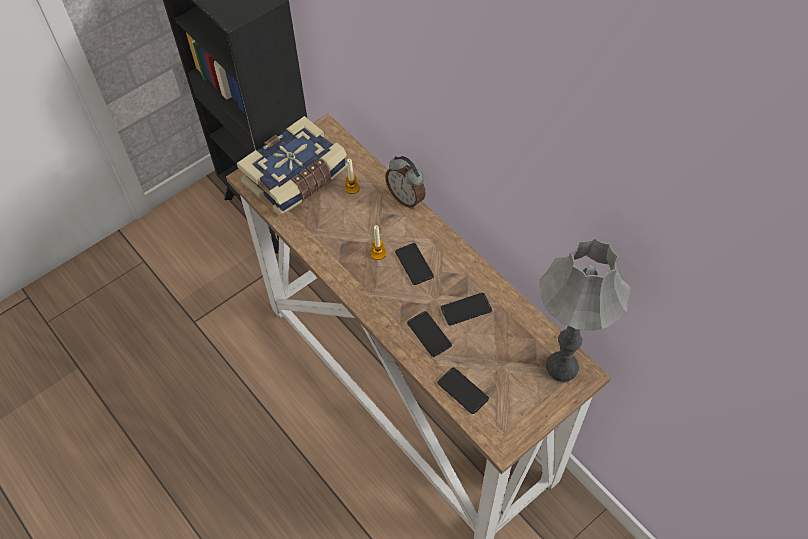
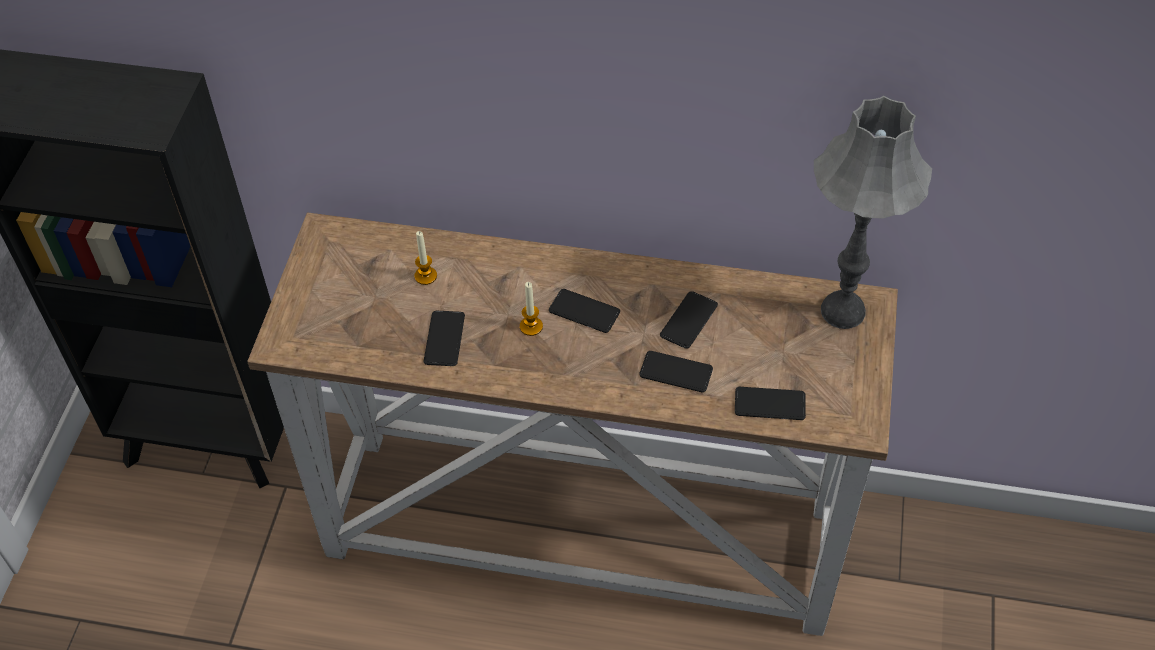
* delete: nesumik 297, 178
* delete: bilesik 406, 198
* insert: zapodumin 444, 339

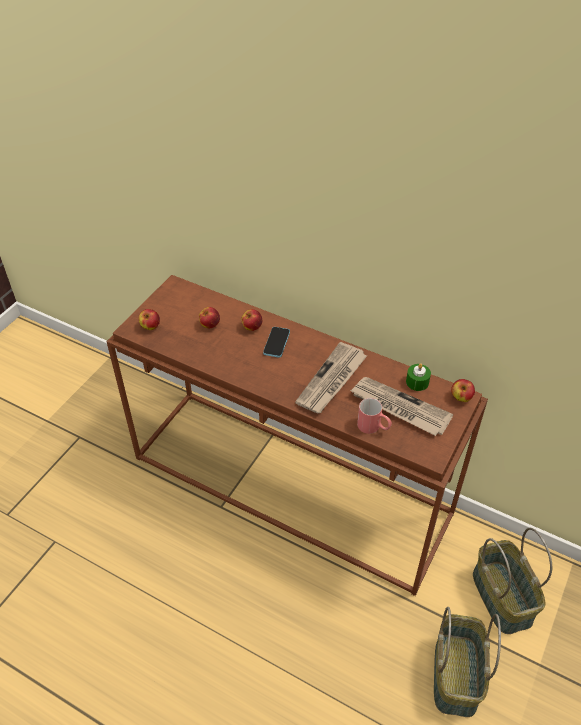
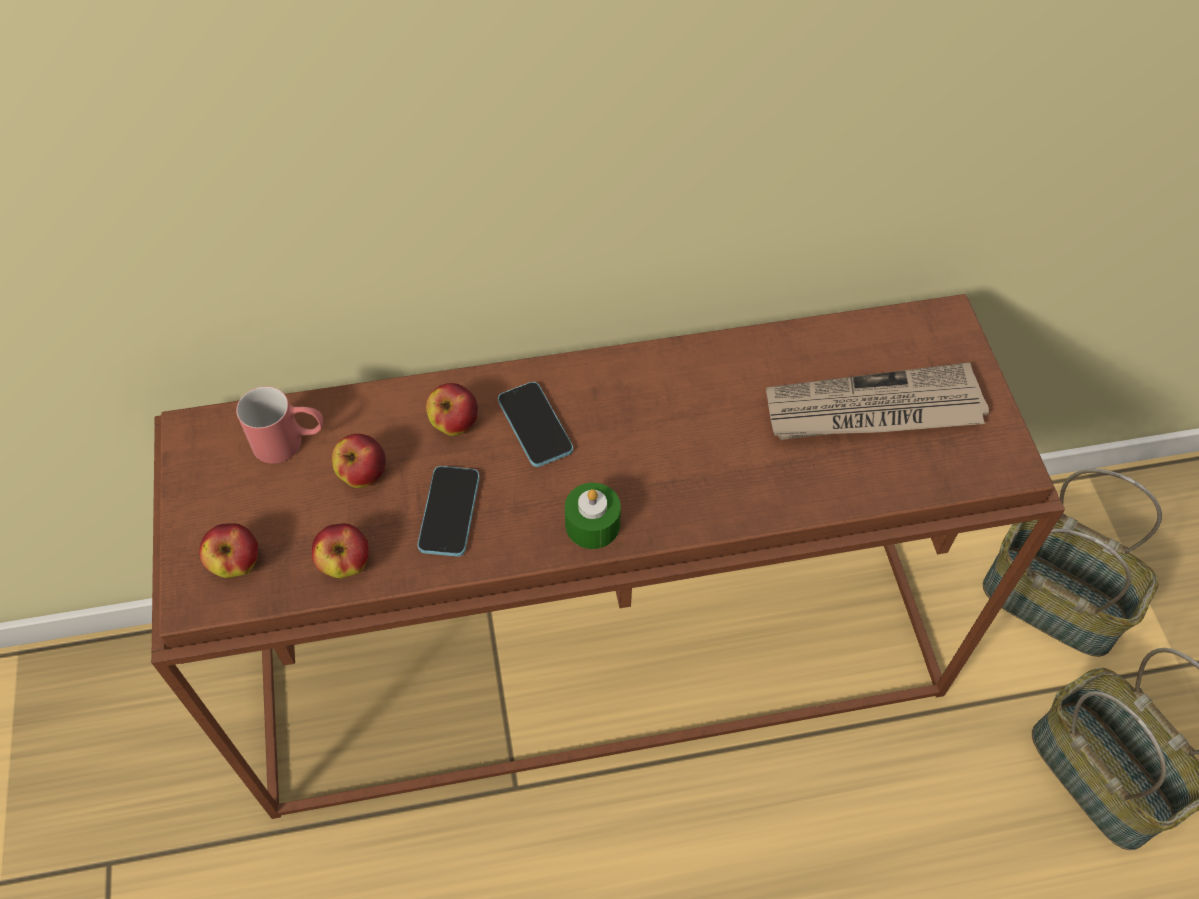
* delete: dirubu 332, 380
* insert: zapodumin 449, 512
* move: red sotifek 373, 427 to 290, 442
* move: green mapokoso 417, 382 to 592, 524
* move: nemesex 461, 398 to 345, 564

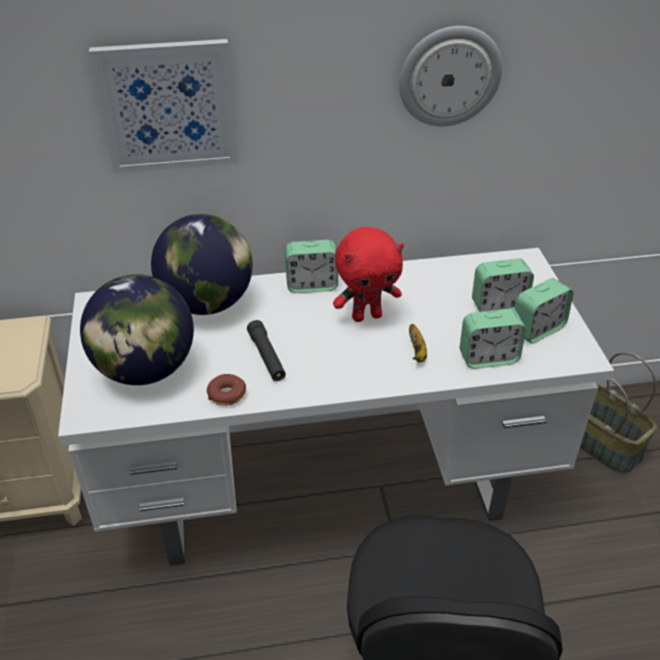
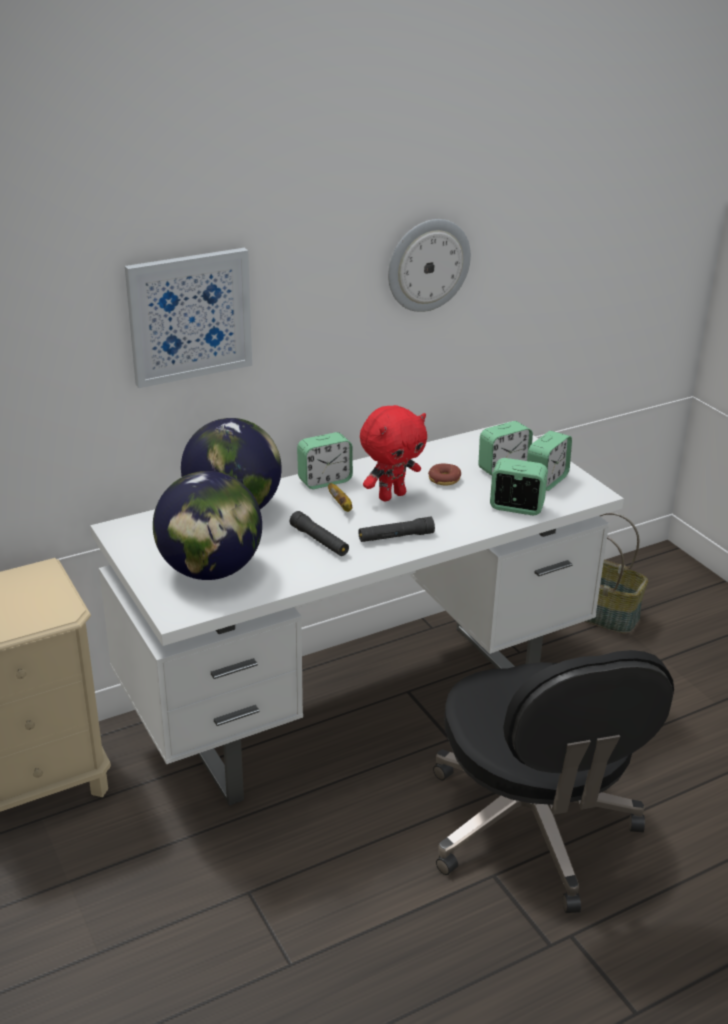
* insert: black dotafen 395, 537
* move: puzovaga 226, 394 to 444, 479
* move: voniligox 417, 352 to 341, 506
* rotate: bilesik 488, 358 = 516, 507 135 degrees counterclockwise

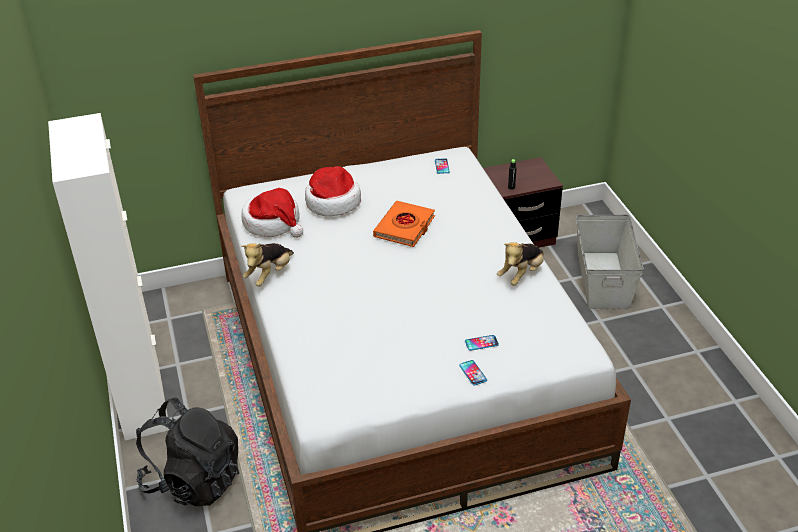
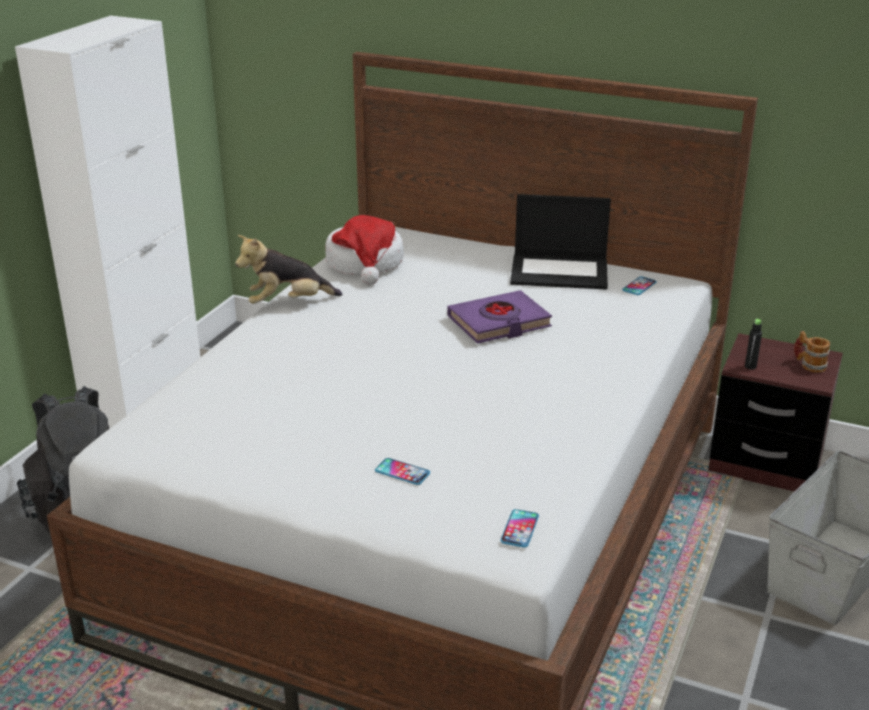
* delete: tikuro 332, 202
* delete: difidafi 521, 274
* insert: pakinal 560, 272
* insert: sotifek 809, 365
* move: zapodumin 473, 373 to 519, 529
* recolor: orange nesumik 405, 227 to purple nesumik 499, 323

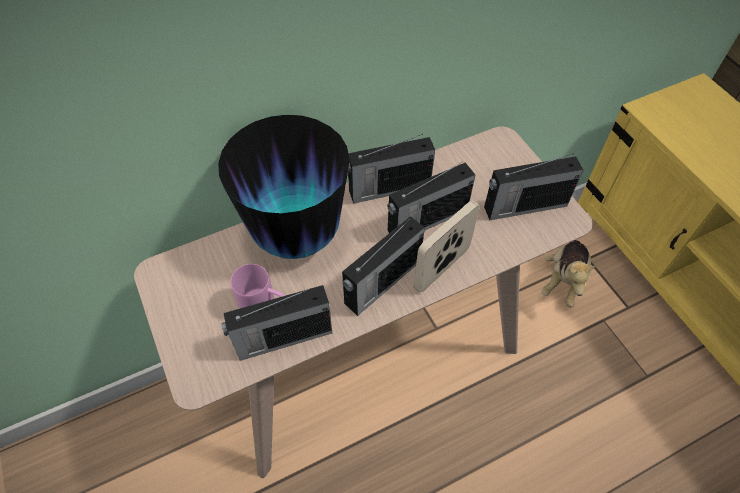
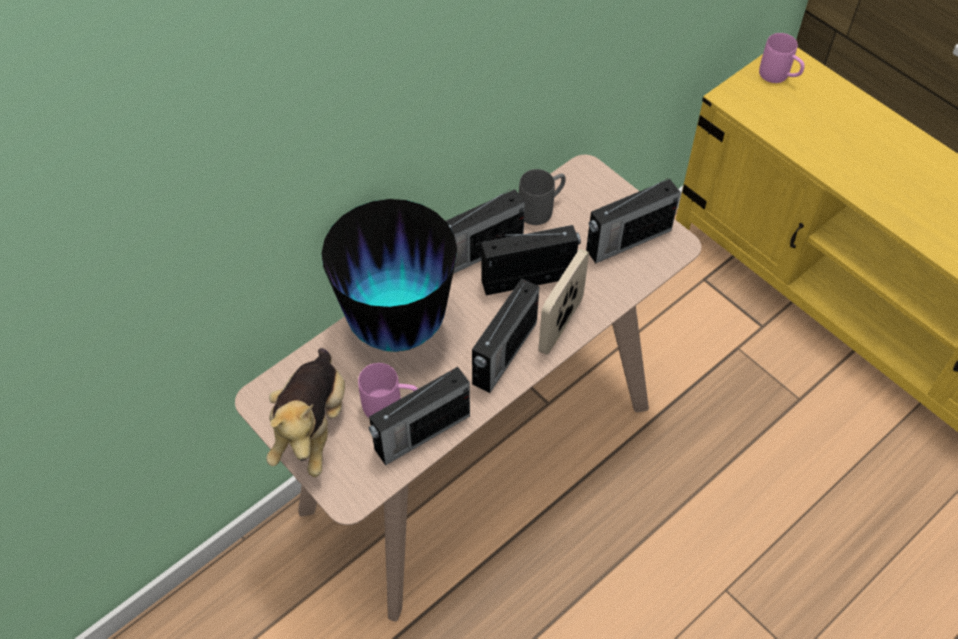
* insert: grey sotifek 542, 208
* insert: pink sotifek 779, 77
* move: difidafi 563, 279 to 312, 426
* rotate: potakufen 426, 221 = 529, 279 150 degrees counterclockwise

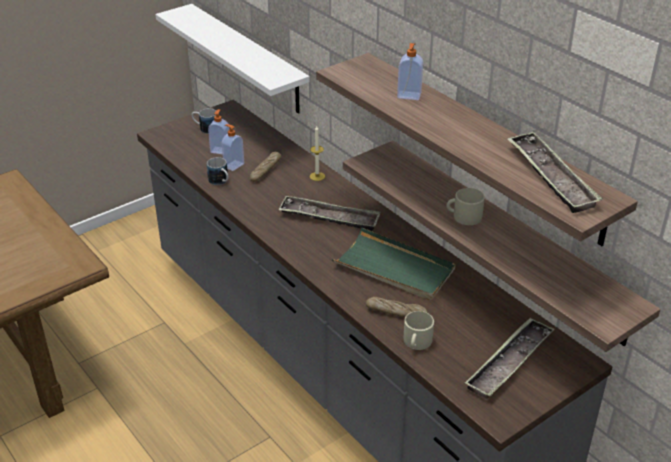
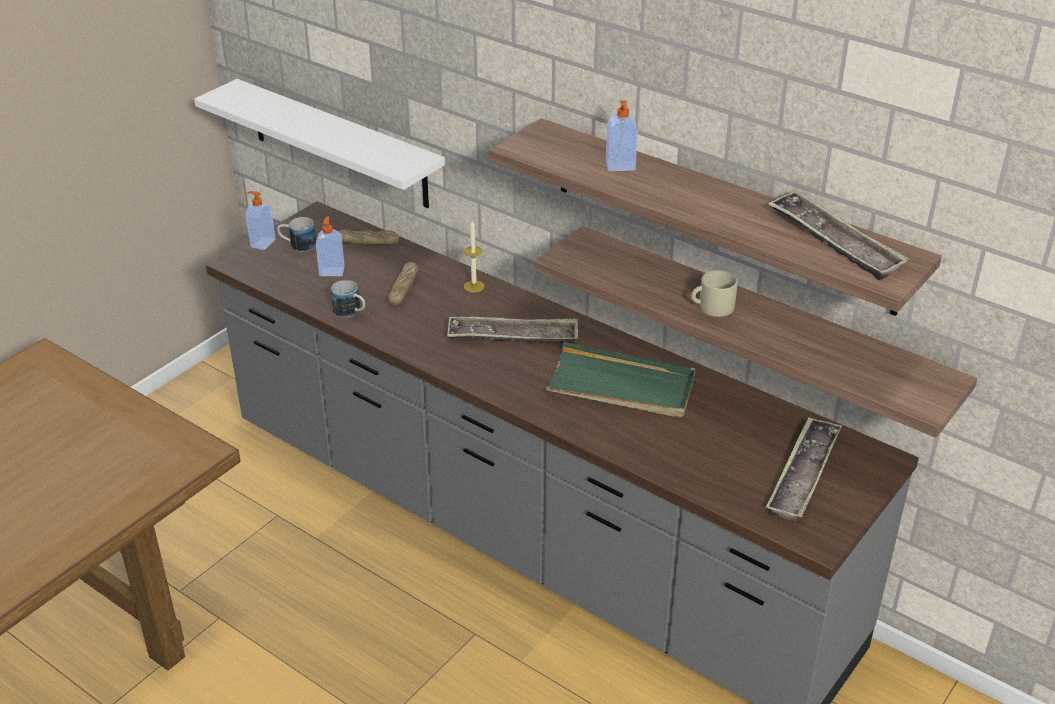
* delete: beige sotifek 416, 342
* move: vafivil 233, 165 to 262, 243
* move: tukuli 396, 312 to 367, 242

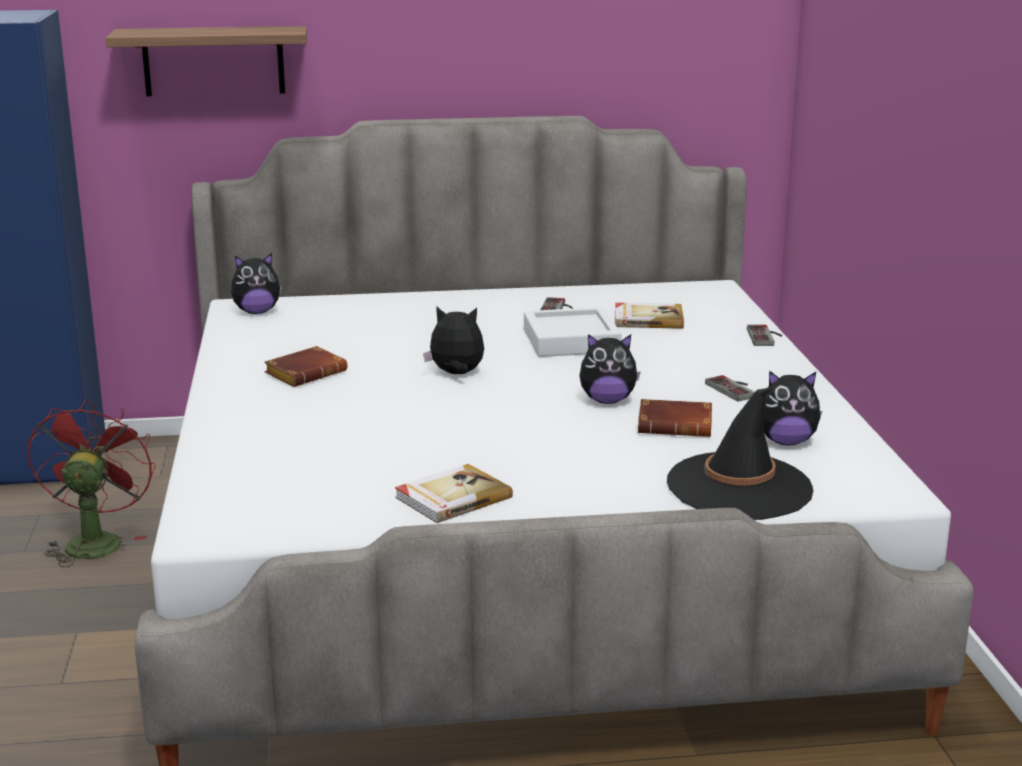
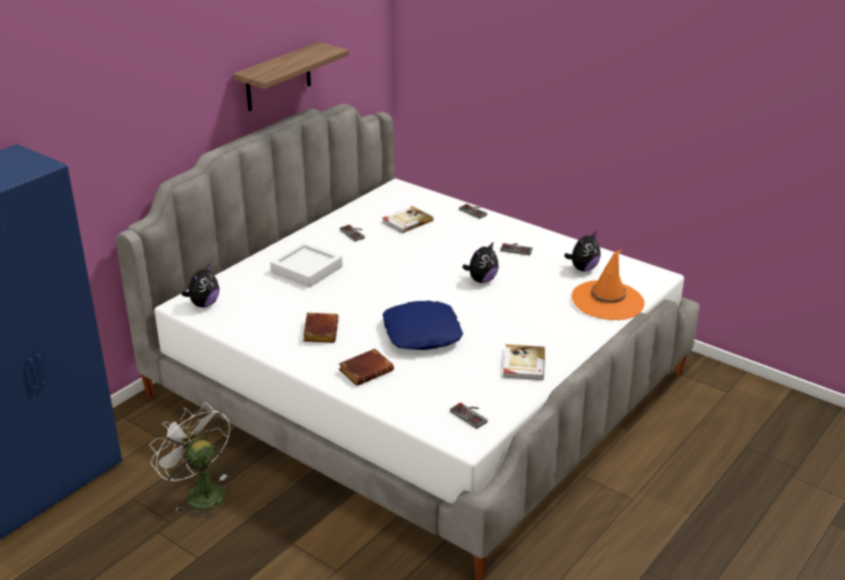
* delete: difidafi 456, 374
* insert: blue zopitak 421, 333
* insert: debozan 471, 415
* move: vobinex 213, 61 to 278, 77
* move: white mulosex 571, 341 to 307, 269
* move: brown nesumik 677, 425 to 366, 370
* recolor: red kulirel 95, 541 to white kulirel 199, 493
* recolor: black tikuro 739, 487 to orange tikuro 607, 301

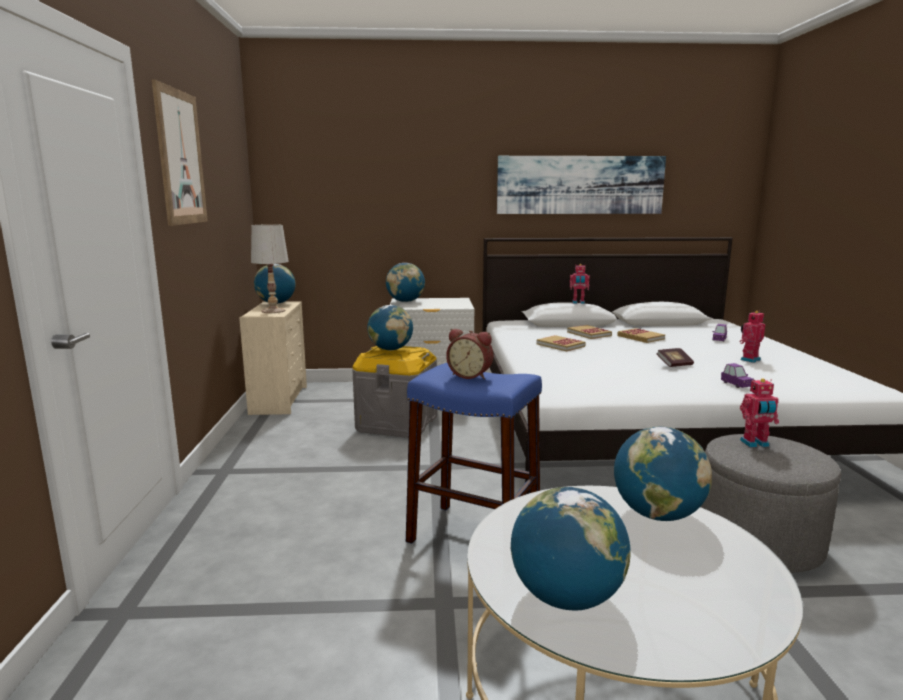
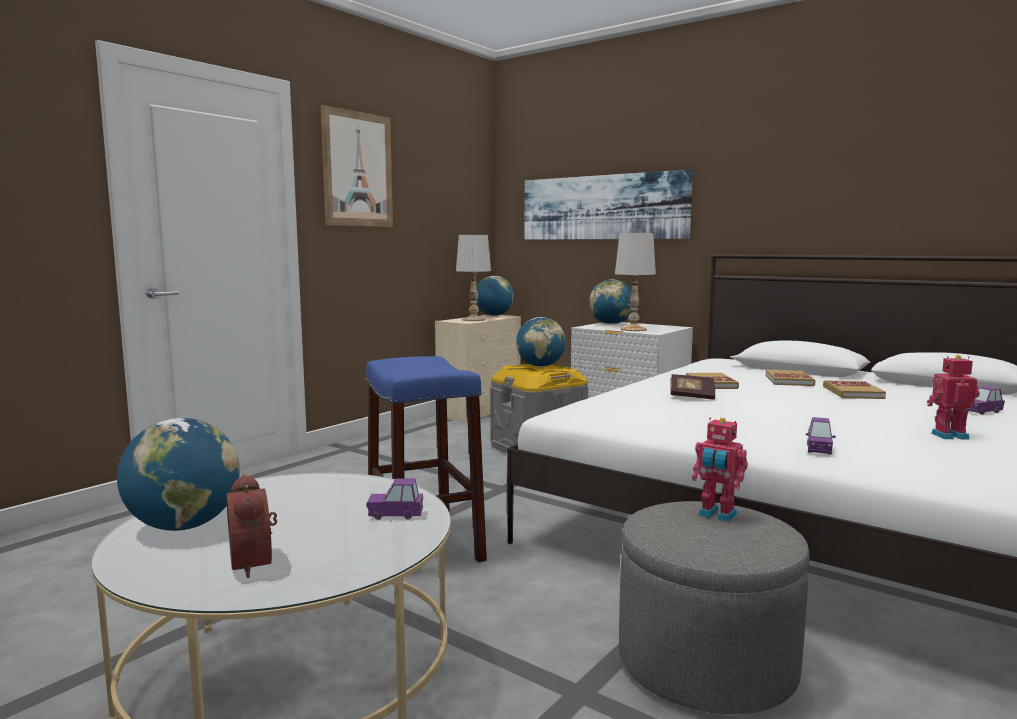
* delete: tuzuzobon 578, 303
* insert: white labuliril 633, 329
* move: bilesik 470, 375 to 256, 563
* move: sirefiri 580, 185 to 602, 207
* move: nesumik 674, 365 to 692, 396
* replace: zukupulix 657, 514 to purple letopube 395, 515

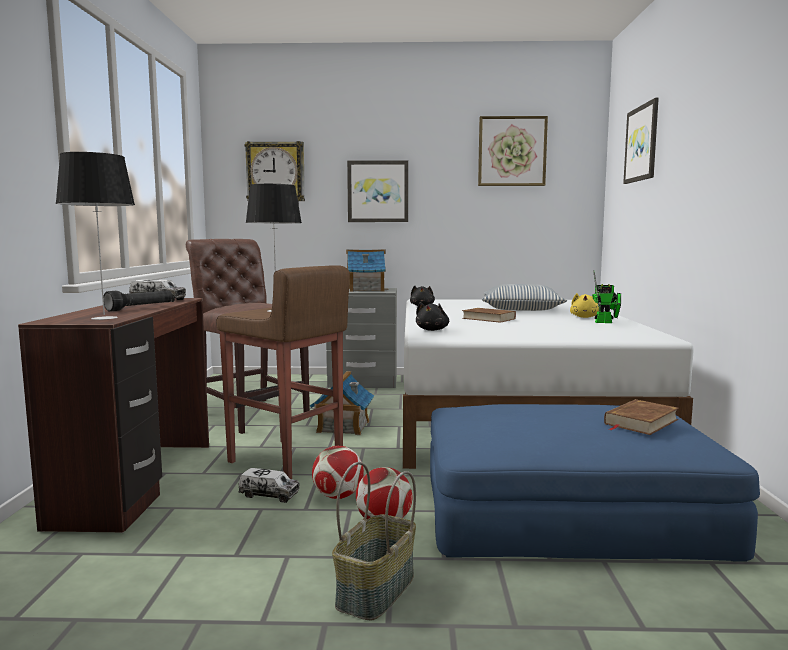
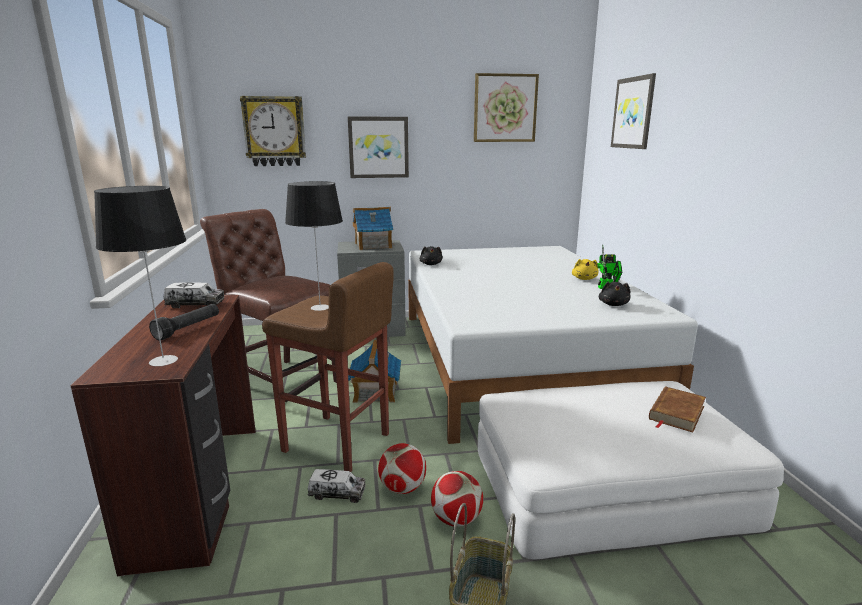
* delete: brown nesumik 488, 318
* delete: zopitak 521, 309
* move: black difidafi 432, 330 to 613, 304
* recolor: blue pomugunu 568, 512 to white pomugunu 608, 485

